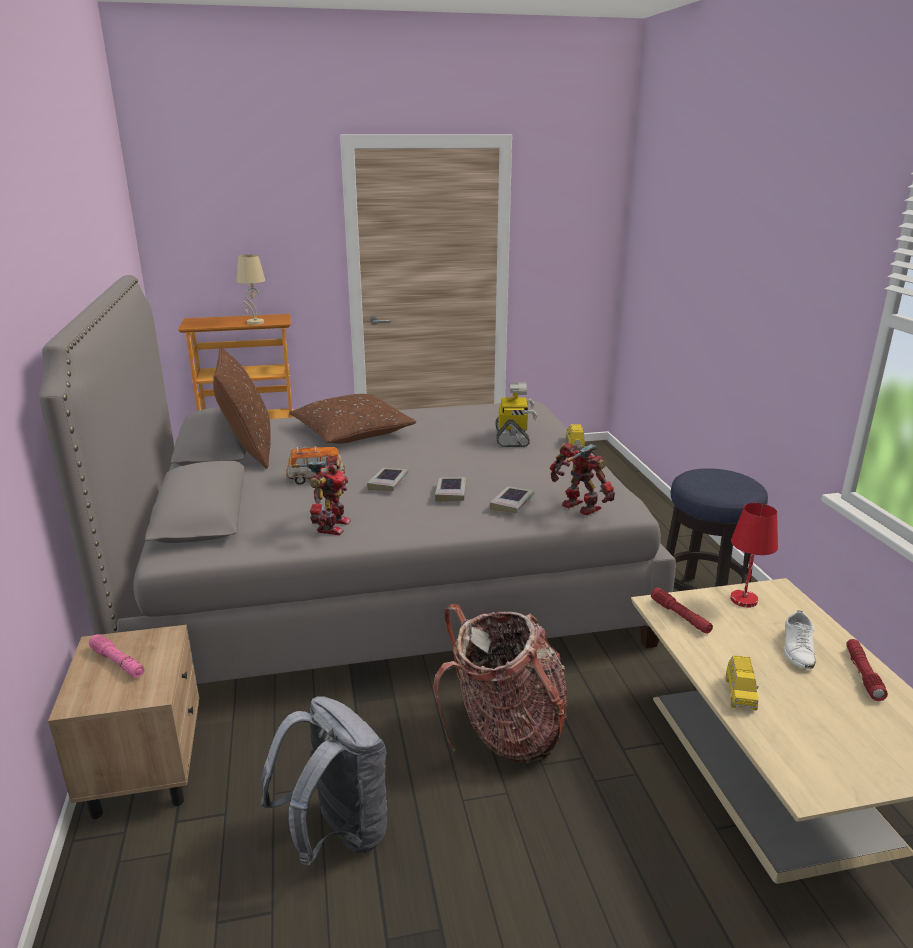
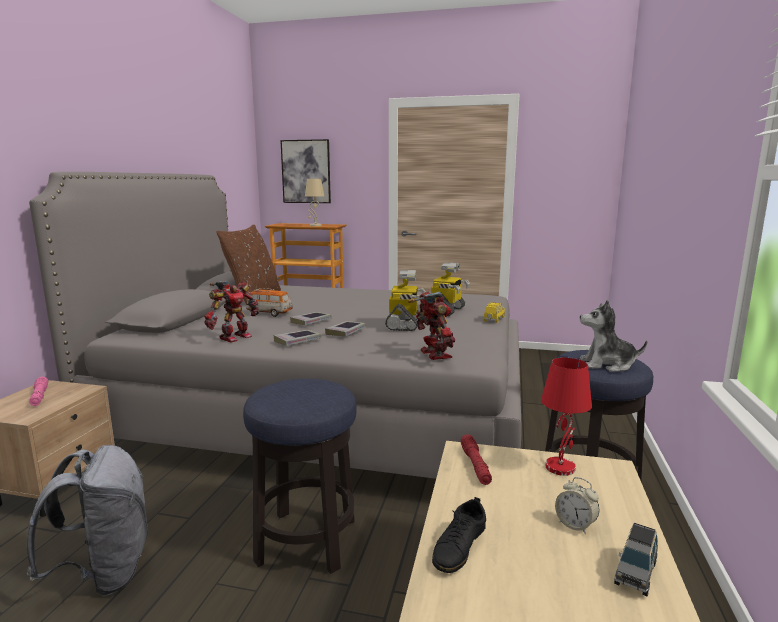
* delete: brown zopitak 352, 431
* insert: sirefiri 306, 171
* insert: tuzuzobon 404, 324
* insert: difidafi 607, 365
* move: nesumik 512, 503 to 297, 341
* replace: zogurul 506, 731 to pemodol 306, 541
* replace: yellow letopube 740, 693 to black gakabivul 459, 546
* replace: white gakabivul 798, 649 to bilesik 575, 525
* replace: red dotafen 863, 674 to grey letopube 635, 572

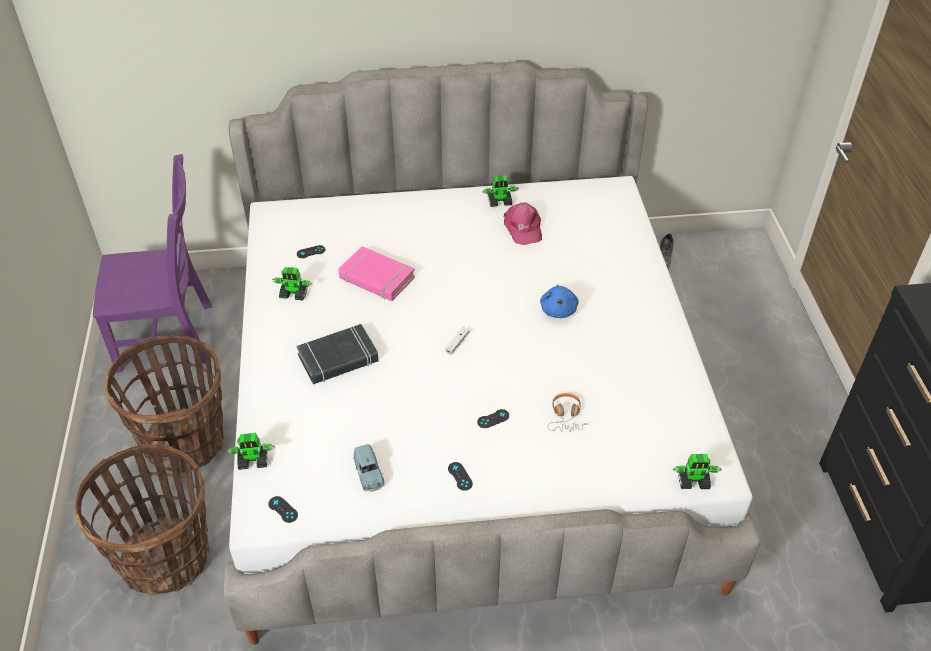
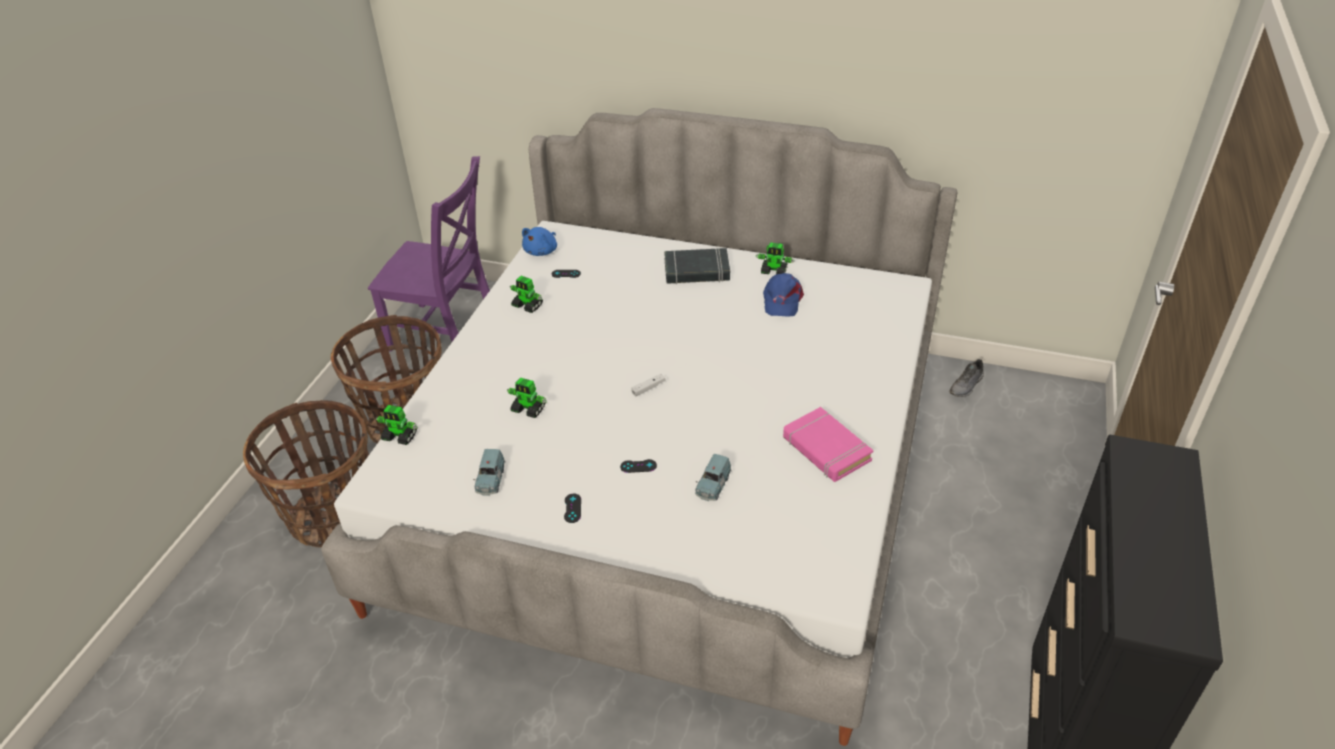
* delete: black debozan 283, 509
* move: black nesumik 338, 358 to 696, 271
* move: pink nesumik 376, 278 to 826, 449
* move: blue difidafi 558, 309 to 542, 251
* move: tuzuzobon 693, 481 to 529, 409
* replace: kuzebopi 566, 416 to blue letopube 712, 486
* recolor: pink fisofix 522, 228 to blue fisofix 782, 300

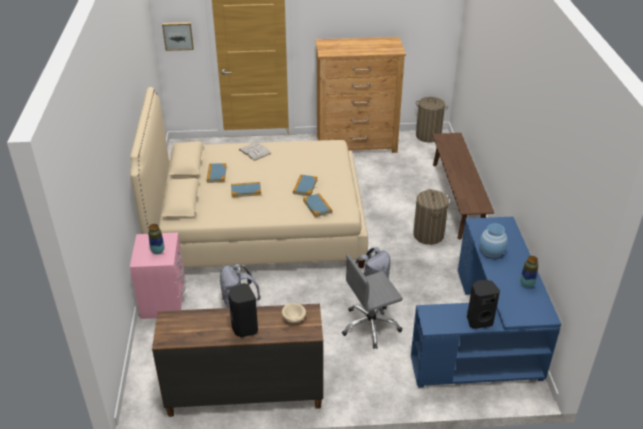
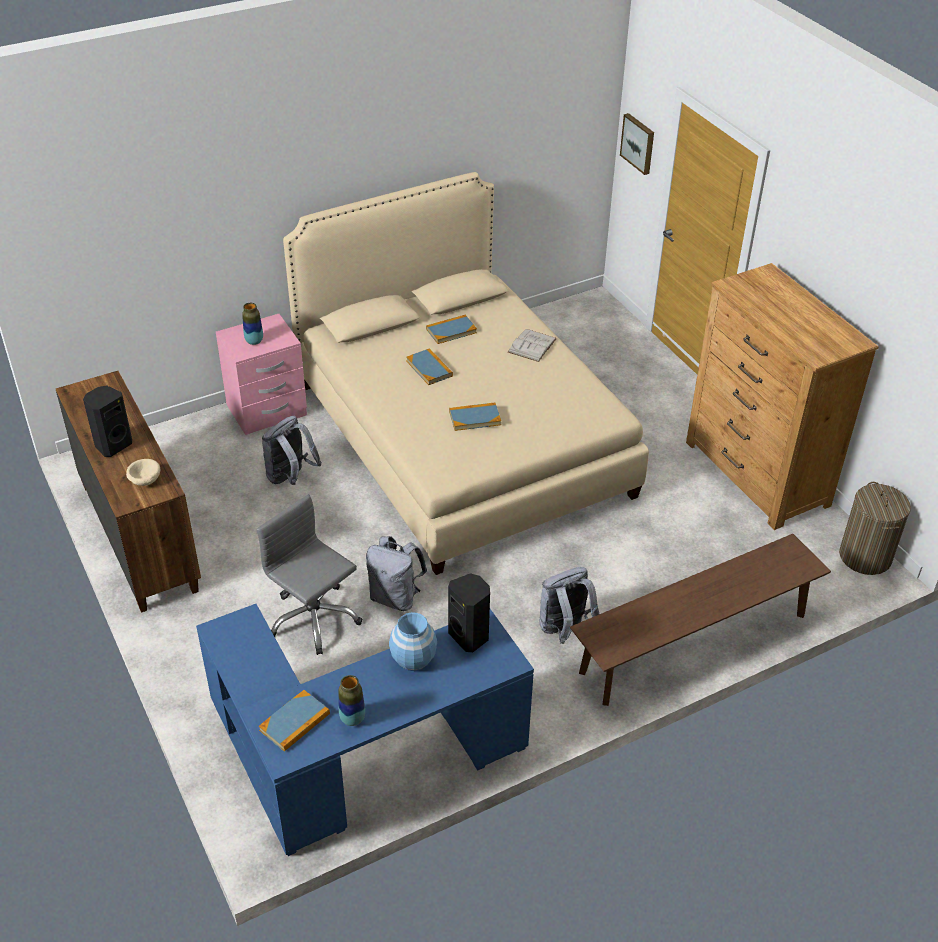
* move: nesumik 317, 206 to 295, 722
* move: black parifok 479, 320 to 470, 636
* replace: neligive 428, 235 to grey zogurul 565, 630

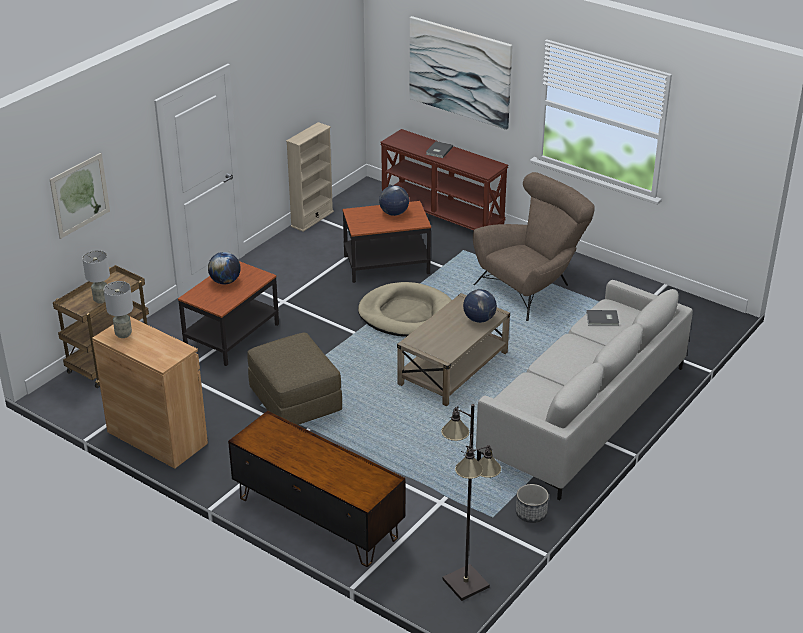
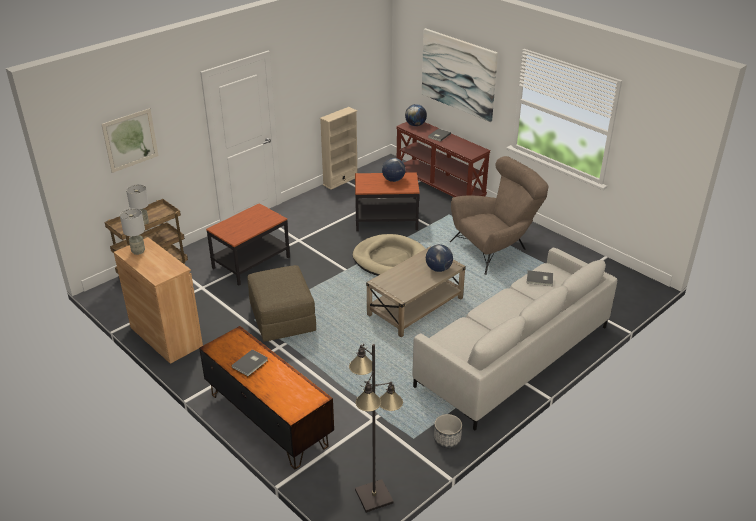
* insert: grey nesumik 251, 363
* move: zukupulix 225, 281 to 415, 125

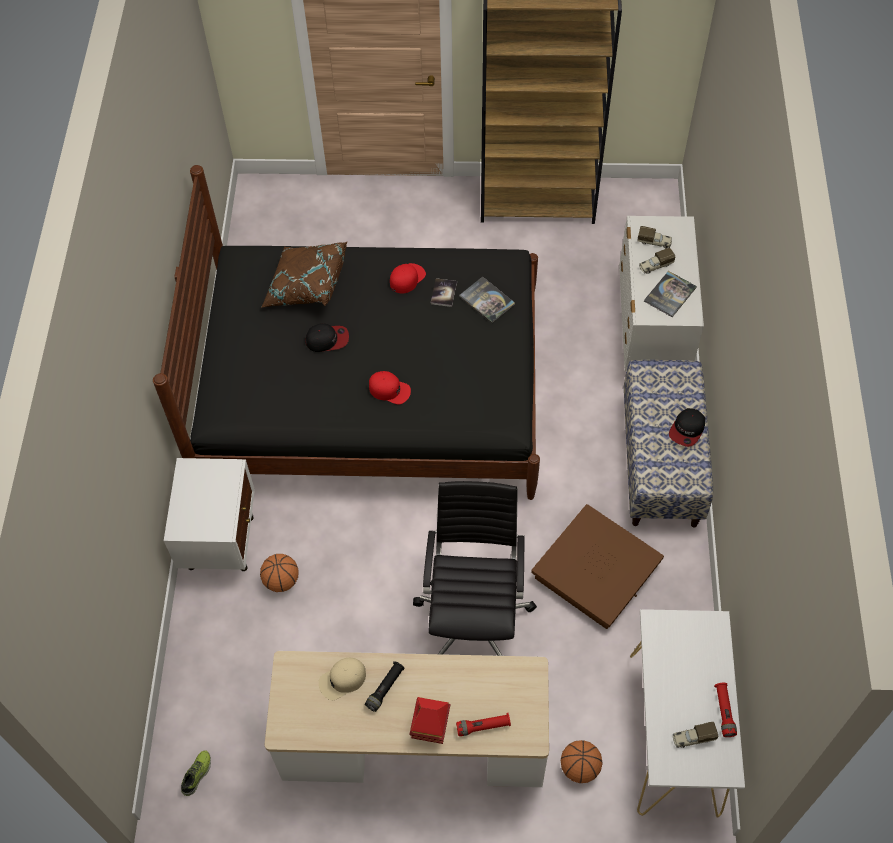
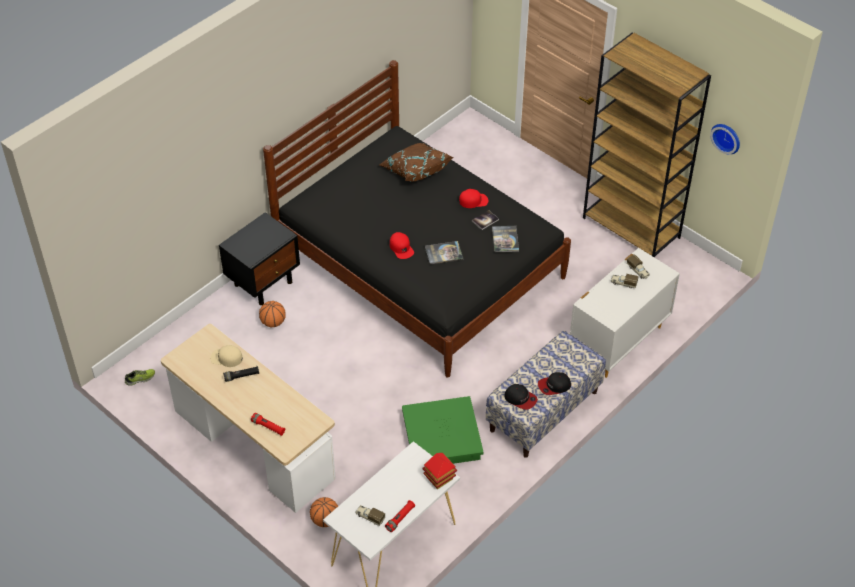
* delete: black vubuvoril 474, 618
* insert: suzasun 727, 137
* move: fisofix 327, 339 to 520, 399
* move: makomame 430, 727 to 439, 479
* move: nesumik 670, 294 to 444, 253
* recolor: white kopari 221, 540 to black kopari 264, 283
* recolor: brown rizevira 595, 572 to green rizevira 441, 437

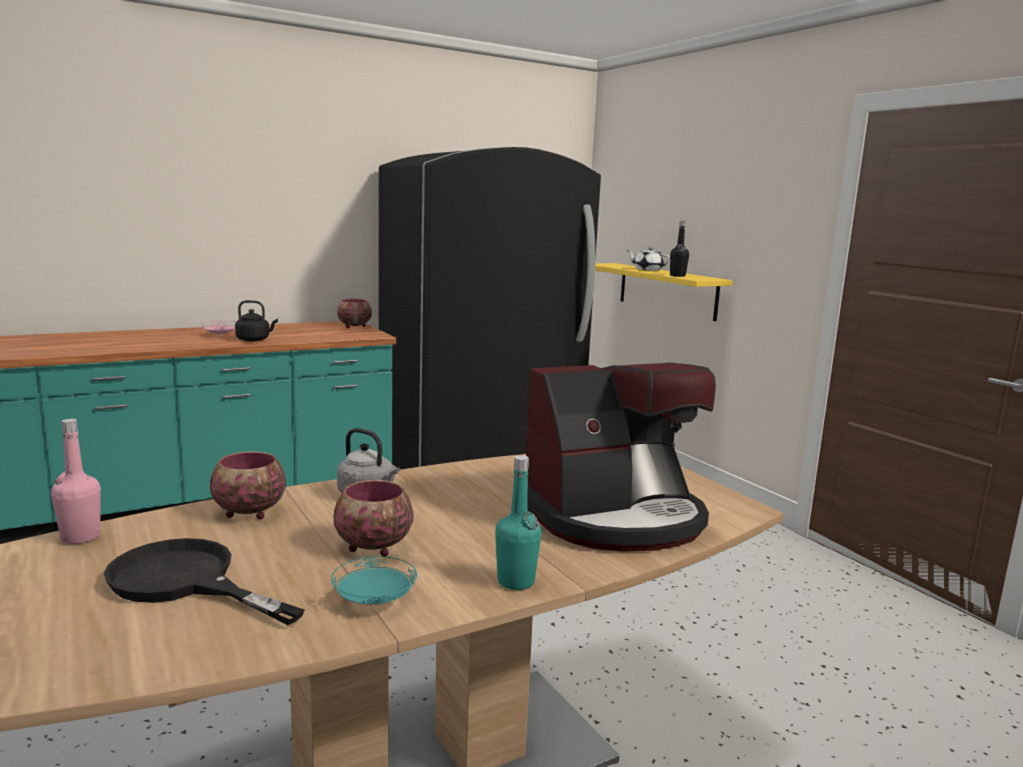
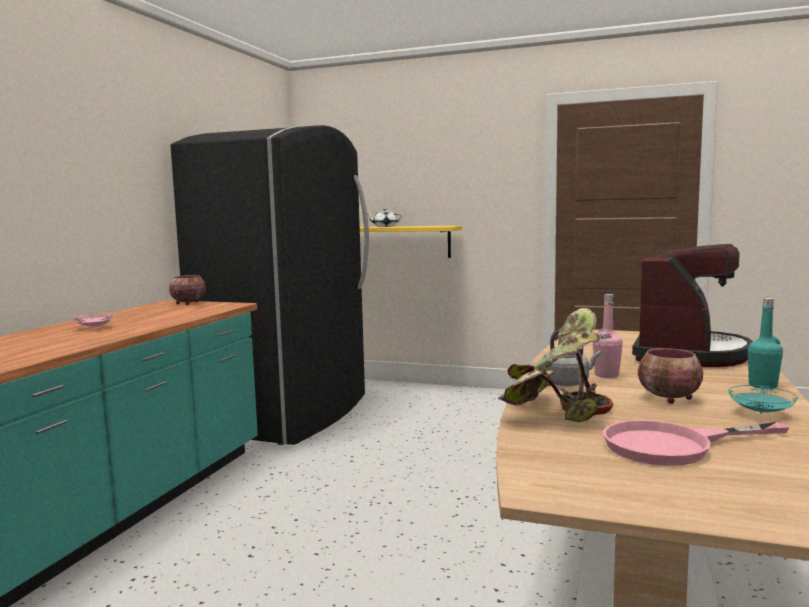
* delete: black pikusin 254, 340
* delete: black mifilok 677, 276
* move: pink mifilok 80, 537 to 606, 375
* replace: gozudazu 248, 512 to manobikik 553, 411
* recolor: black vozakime 186, 582 to pink vozakime 674, 445

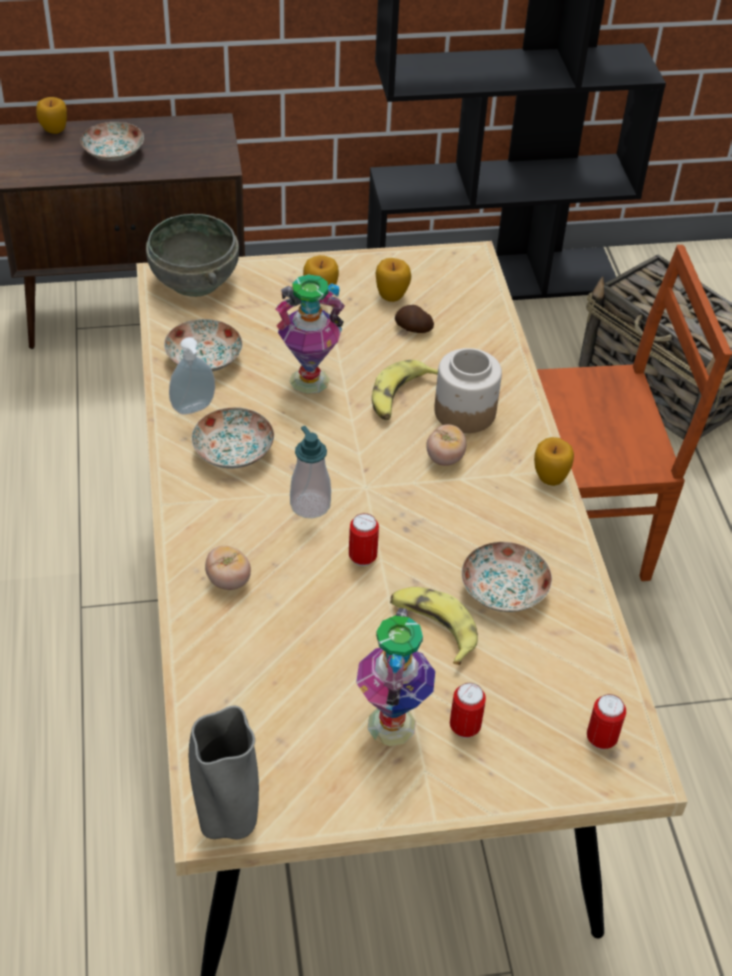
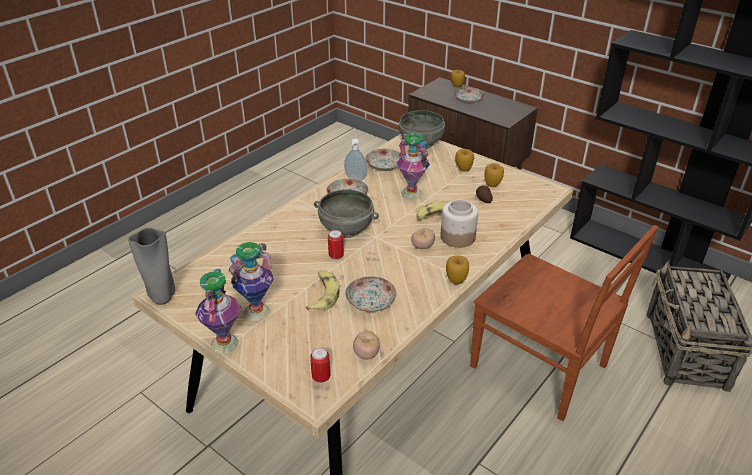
* delete: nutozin 464, 727
* insert: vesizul 223, 343
* move: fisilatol 228, 581 to 366, 354
* replace: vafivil 310, 505 to grey gozudazu 346, 229

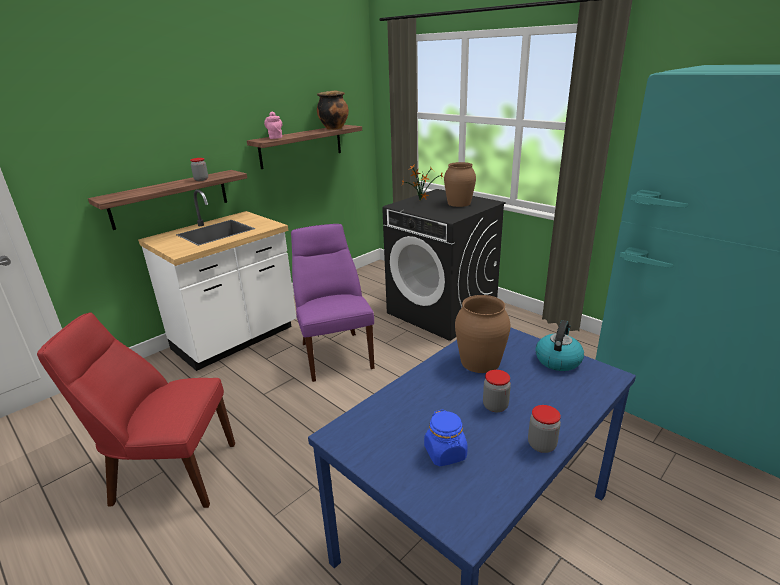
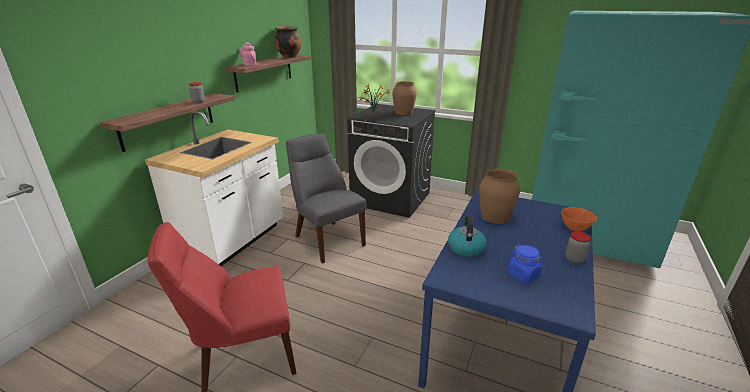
* delete: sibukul 495, 406
* insert: orange gozudazu 575, 228
* move: pikusin 558, 360 to 465, 248
* recolor: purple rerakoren 335, 353 to grey rerakoren 327, 239

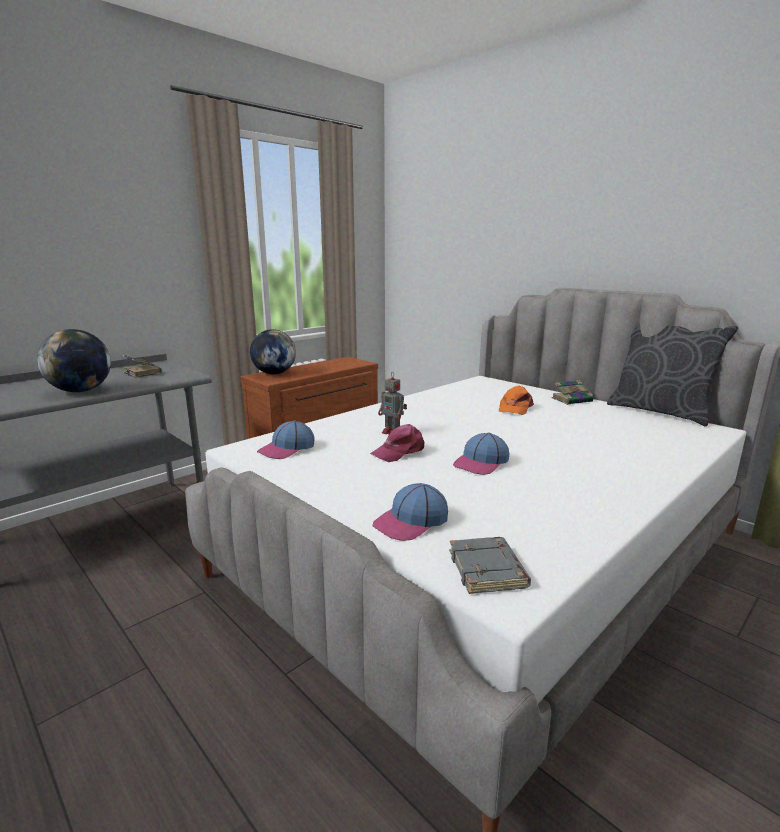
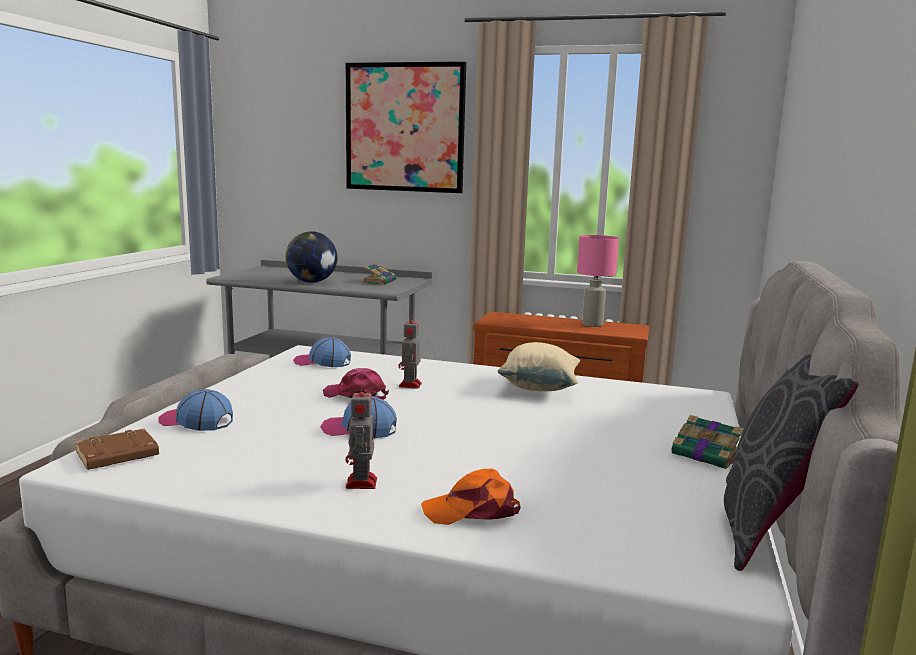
* delete: zukupulix 274, 373
* insert: tuzuzobon 361, 484
* insert: sirefiri 405, 128
* insert: beige zopitak 539, 388
* insert: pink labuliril 592, 325
* move: orange fisofix 514, 408 to 472, 510
* recolor: grey nesumik 488, 570 to brown nesumik 117, 456

